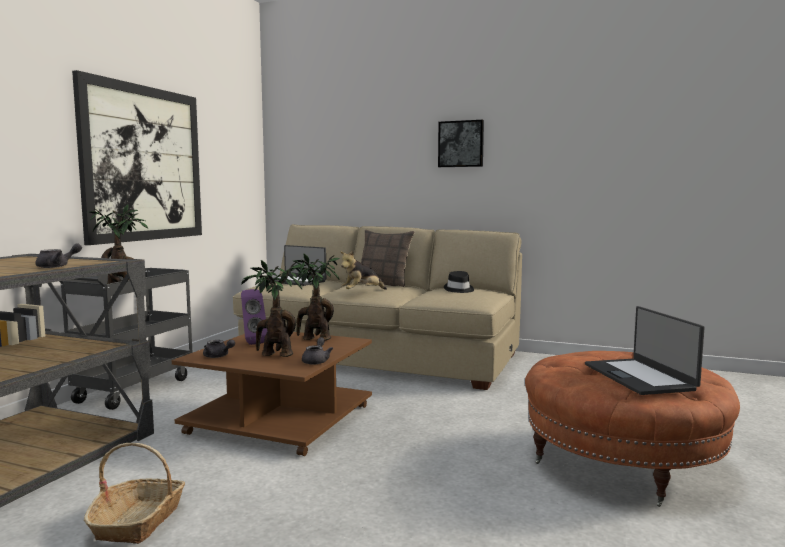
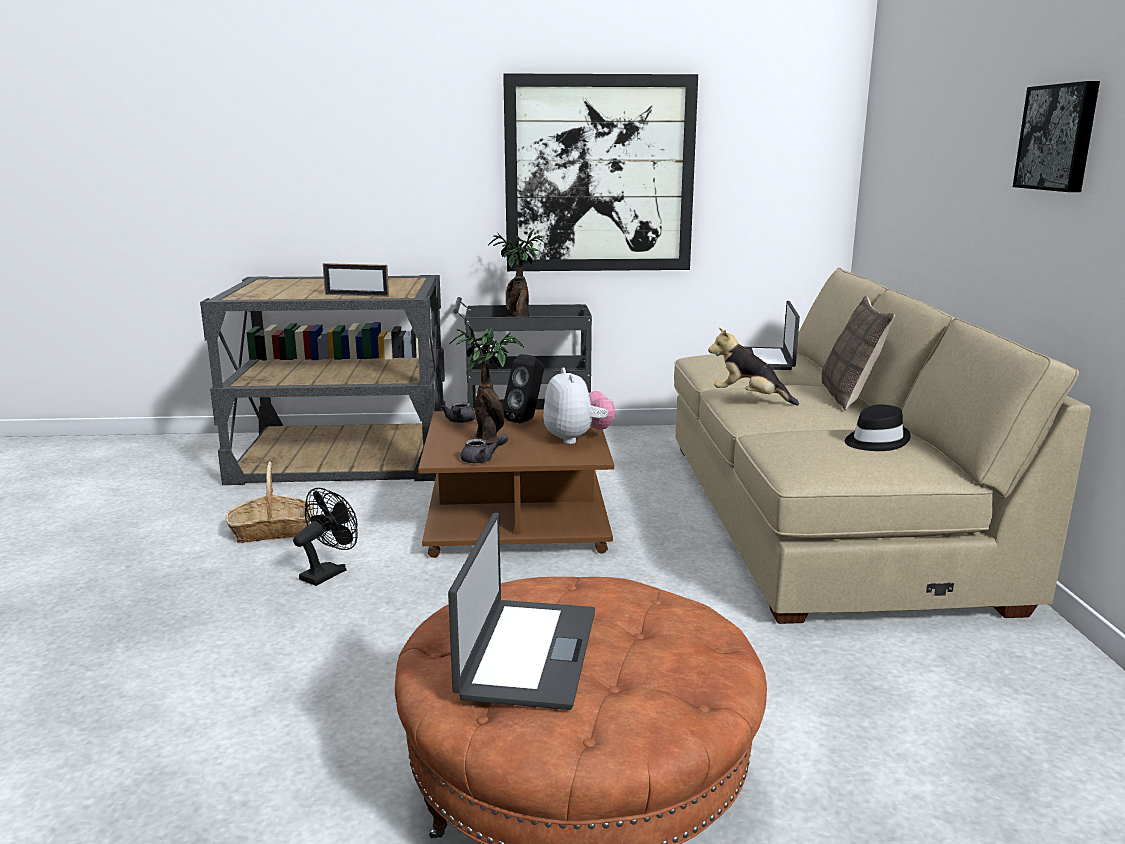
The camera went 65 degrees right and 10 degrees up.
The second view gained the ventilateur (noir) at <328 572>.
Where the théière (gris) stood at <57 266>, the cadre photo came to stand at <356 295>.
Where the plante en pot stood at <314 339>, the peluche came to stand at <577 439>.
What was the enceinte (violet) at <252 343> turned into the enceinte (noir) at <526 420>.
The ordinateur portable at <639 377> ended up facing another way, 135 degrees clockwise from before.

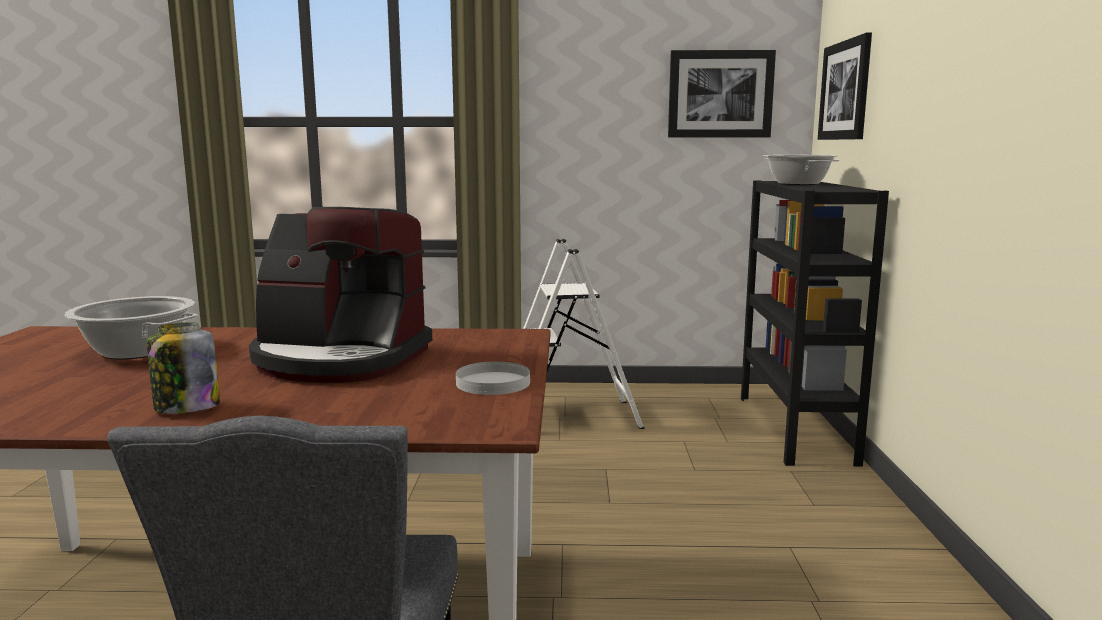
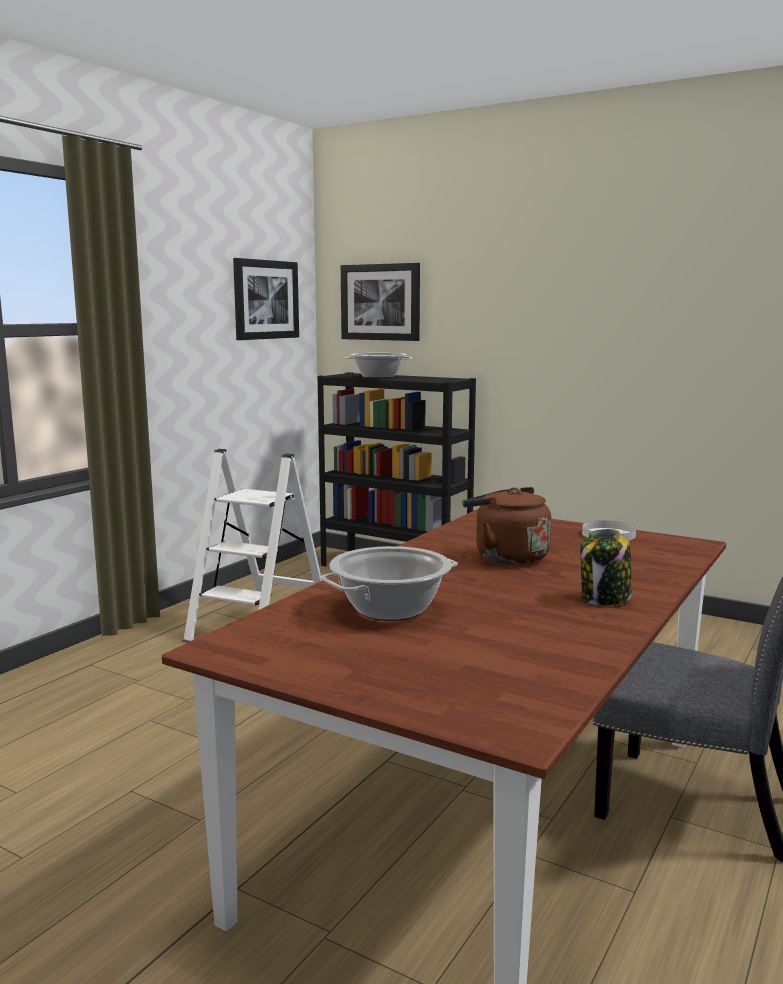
The camera went 60 degrees left and 0 degrees up.
Where the machine à café stood at <340 359>, the bouilloire (marron) came to stand at <506 557>.

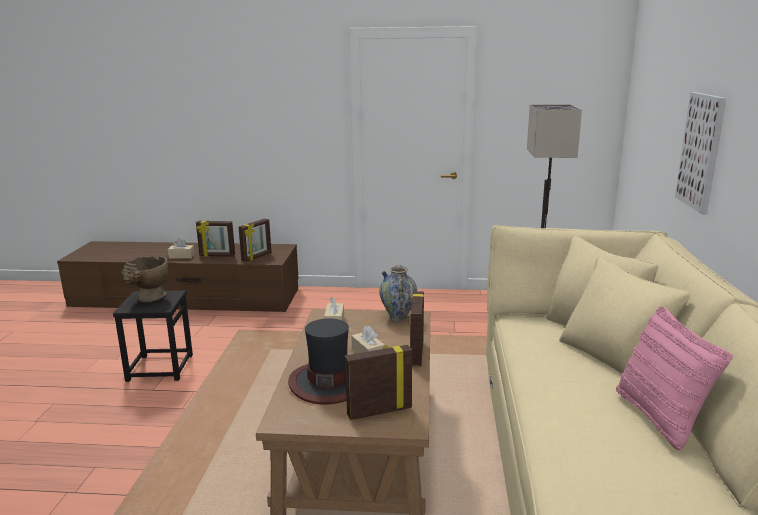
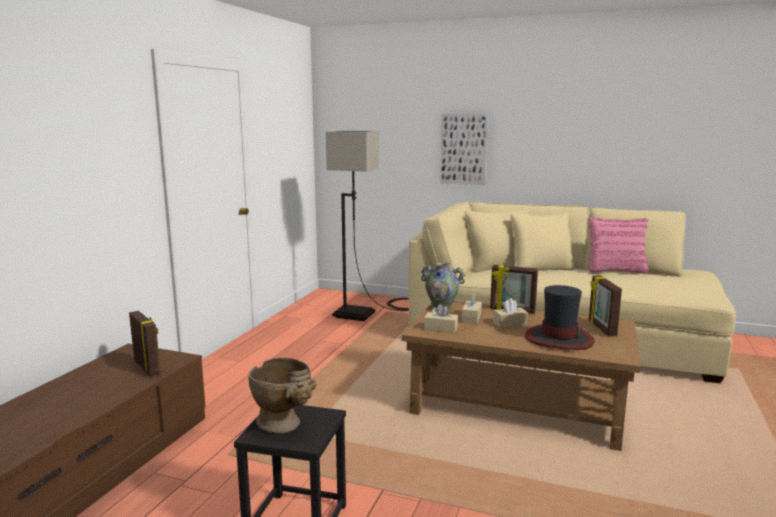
The camera went 75 degrees left and 5 degrees down.
The second view lost the cadre photo at <217 256>.
The boîte à mouchoirs (beige) ended up elsewhere, having gone from <181 256> to <471 317>.

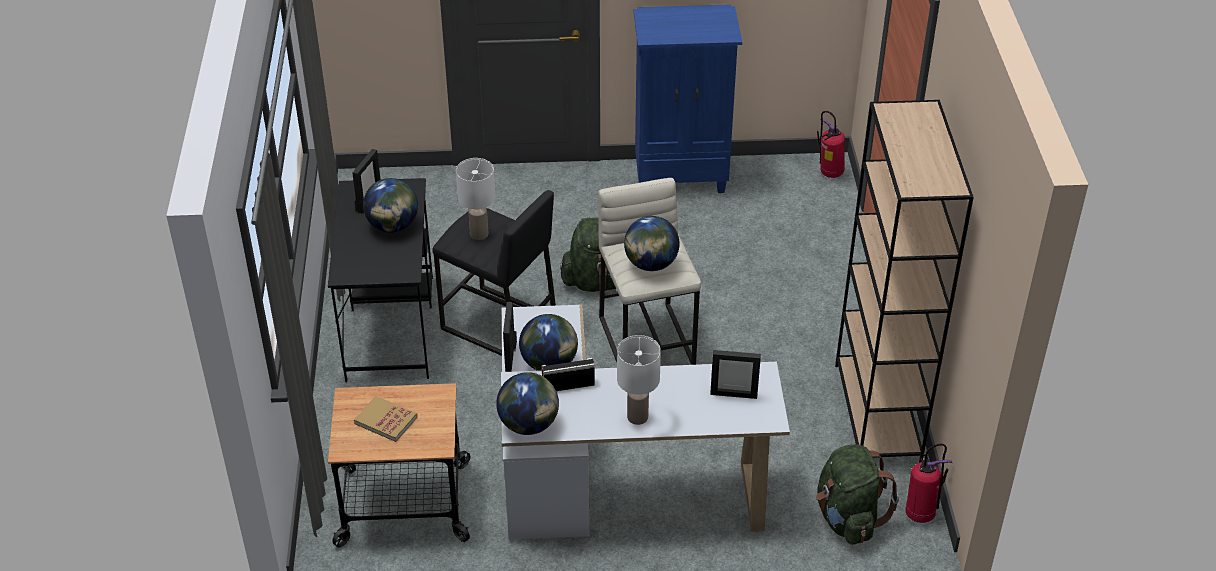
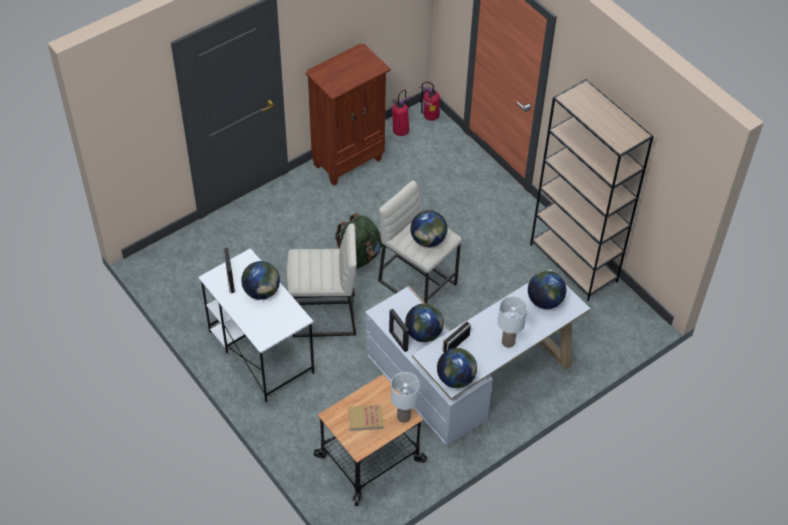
The camera went 35 degrees left and 10 degrees up.
The second view lost the sac à dos (vert) at <847 518>.
The lampe de table (blanc) ended up elsewhere, having gone from <478 234> to <403 417>.
The extincteur ended up elsewhere, having gone from <920 513> to <400 131>.
Where the cadre photo stood at <733 393>, the globe came to stand at <545 300>.
What was the bureau (noir) at <390 326> turned into the bureau (blanc) at <260 351>.
What was the tabouret (noir) at <499 323> turned into the tabouret (beige) at <324 315>.
What was the meuble de rangement (bleu) at <681 180> turned into the meuble de rangement (marron) at <348 163>.

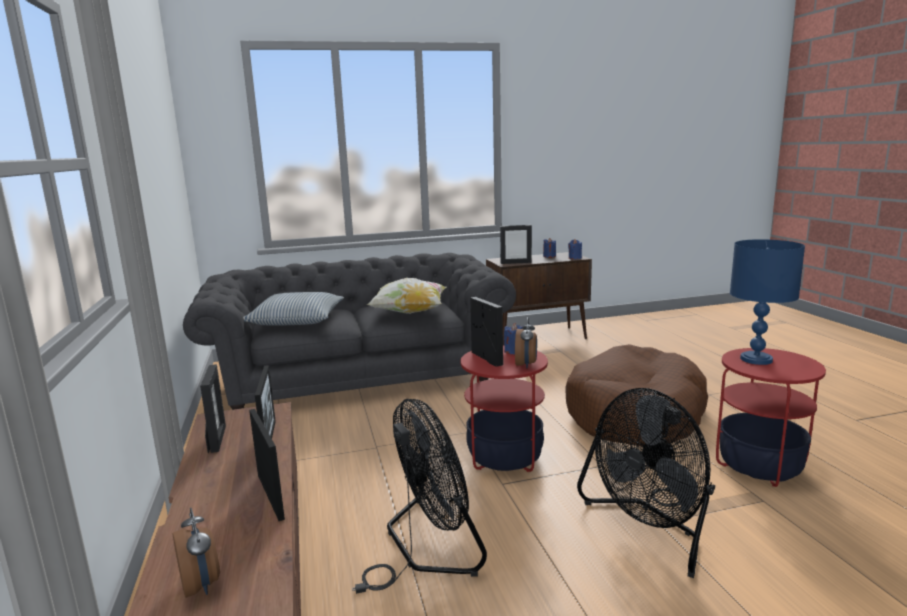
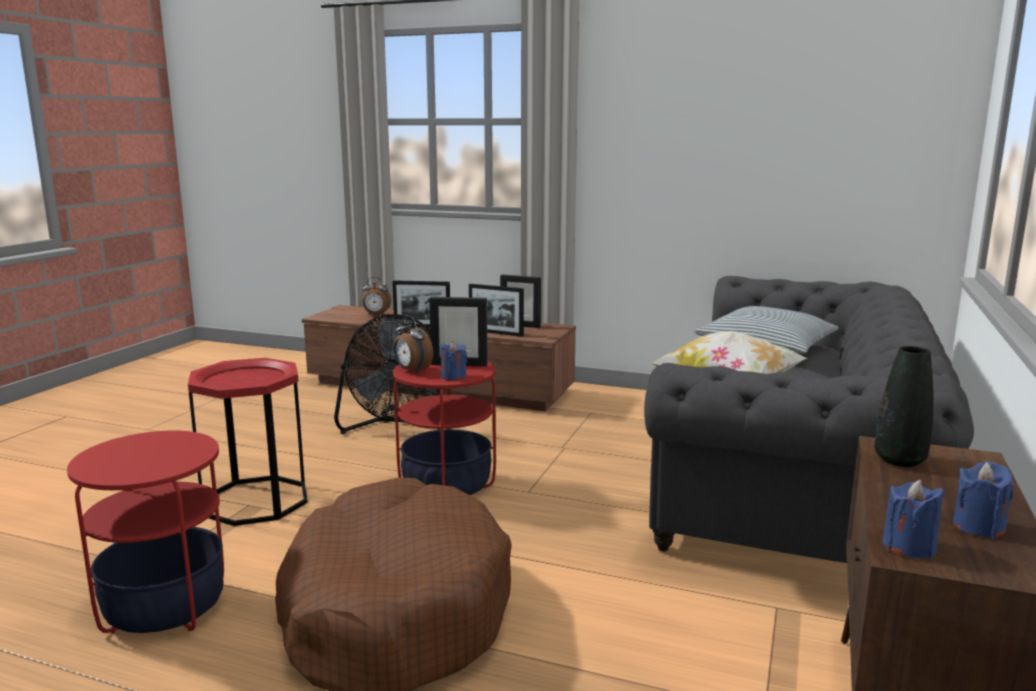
The camera went 125 degrees right and 0 degrees up.
The second view lost the lampe de table (bleu) at <757 359>.
Where the cadre photo stood at <515 262>, the vase (noir) came to stand at <899 460>.
Where the ventilateur (noir) stood at <649 524>, the table d'appoint (rouge) came to stand at <255 500>.

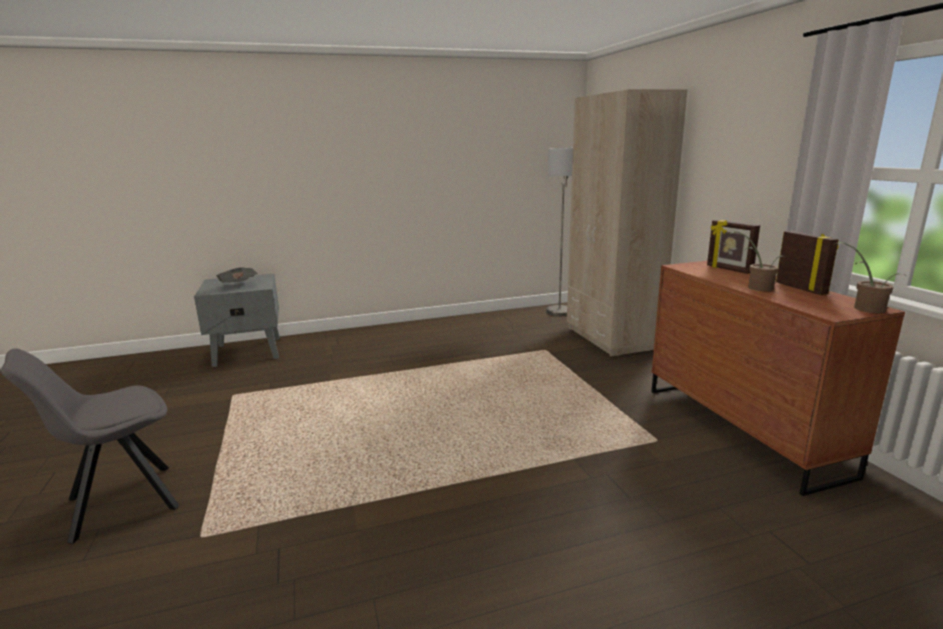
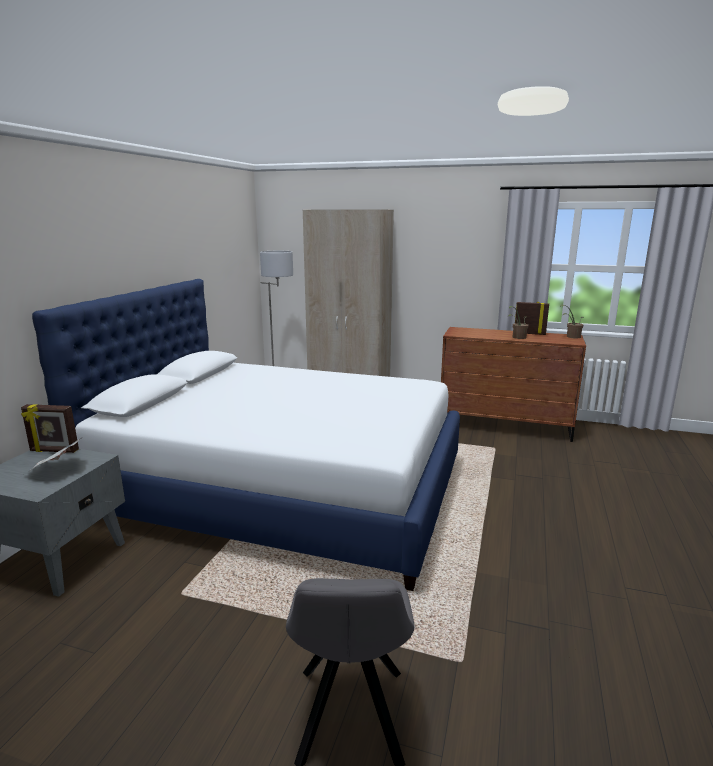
The camera went 55 degrees left and 0 degrees up.
The second view gained the lit (blanc) at <282 488>.
The cadre photo ended up elsewhere, having gone from <728 269> to <54 451>.

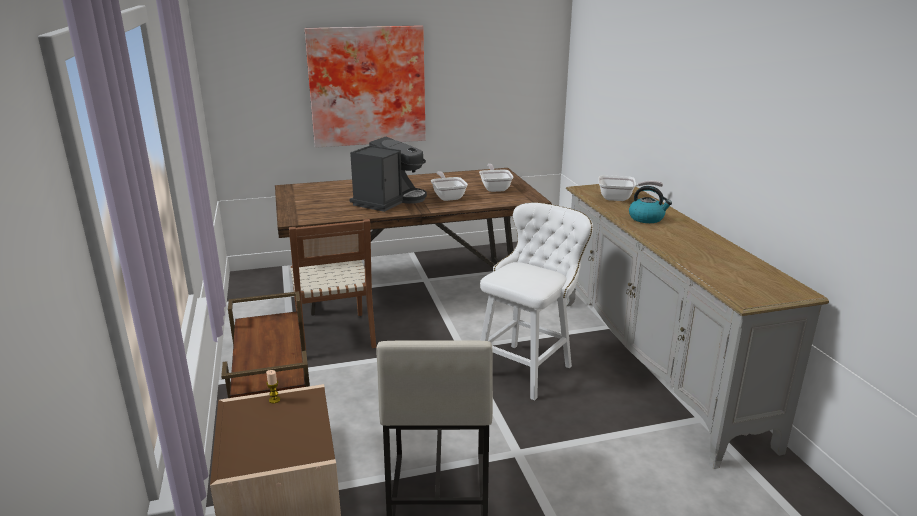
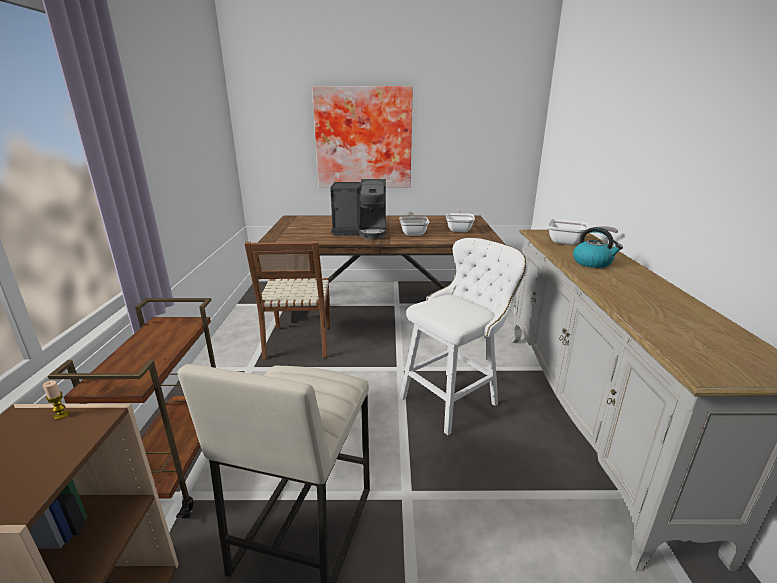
The camera went 15 degrees right and 0 degrees up.
The machine à café at <389 200> ended up facing another way, 45 degrees clockwise from before.

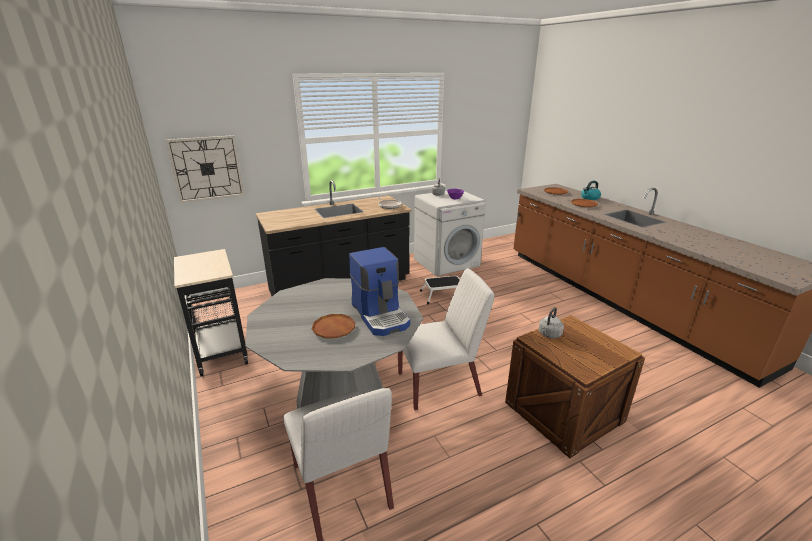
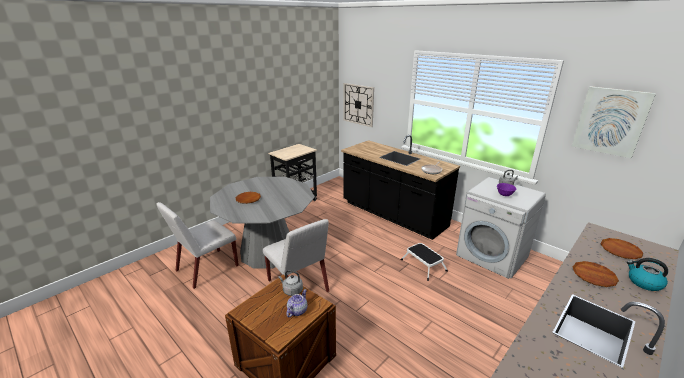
The camera went 70 degrees right and 0 degrees up.
The second view lost the machine à café at <381 315>.
The second view gained the théière at <297 310>.
The second view gained the tableau at <610 121>.

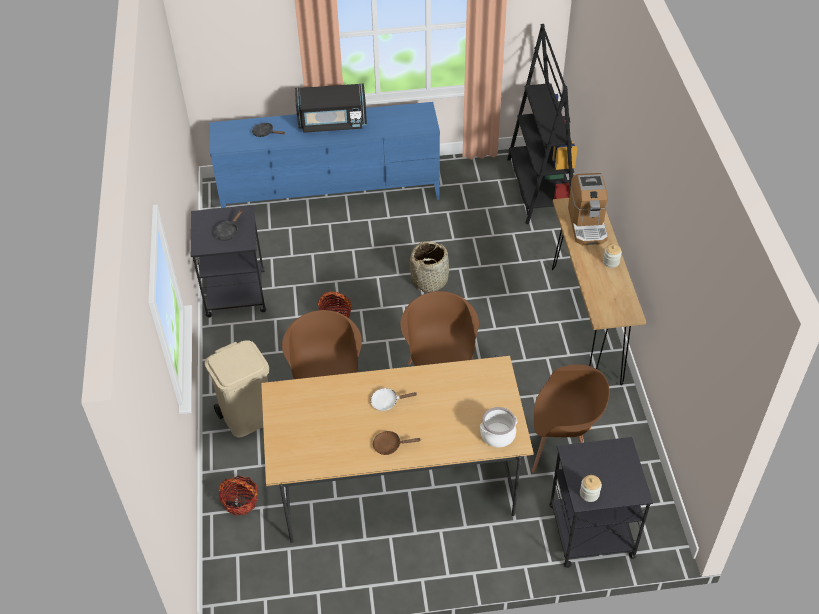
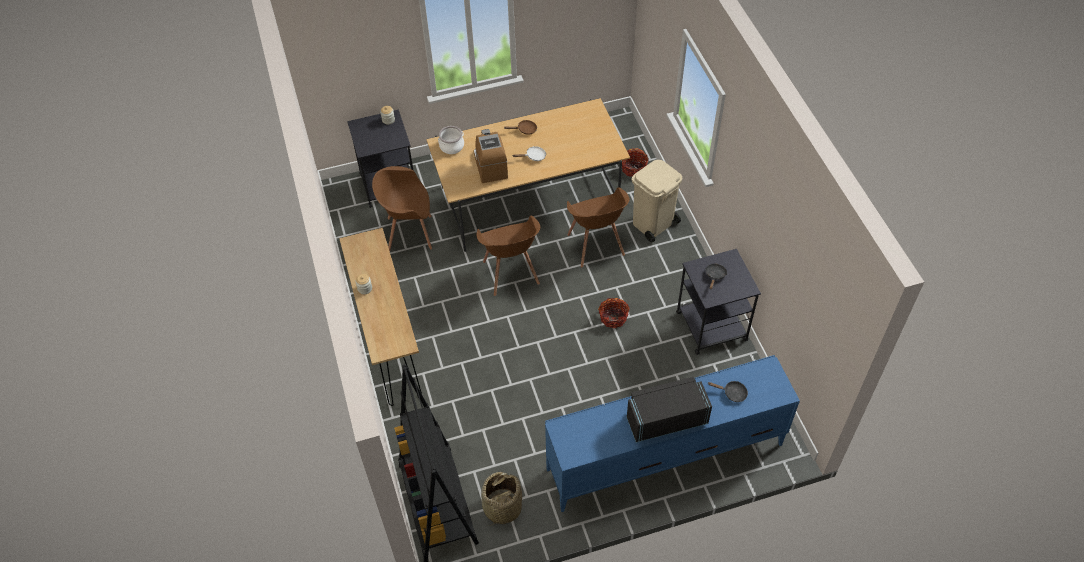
The camera went 170 degrees right and 5 degrees up.
The panier ended up elsewhere, having gone from <430 280> to <502 507>.
The machine à café ended up elsewhere, having gone from <587 224> to <490 165>.

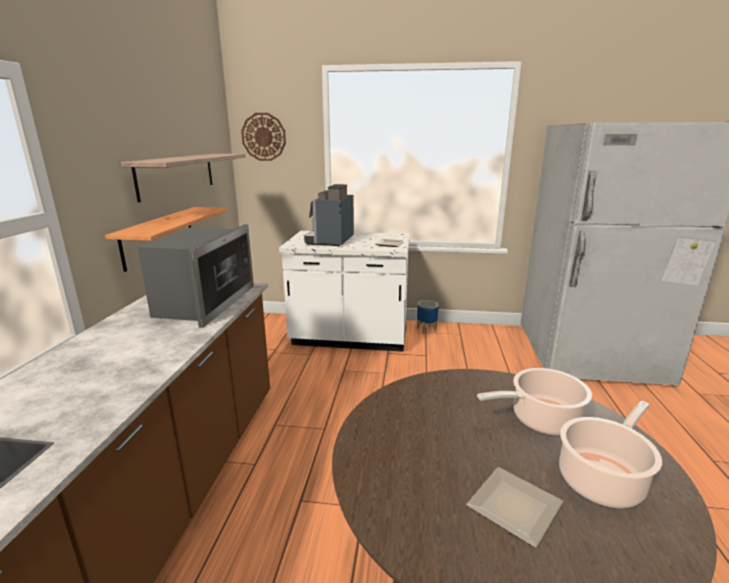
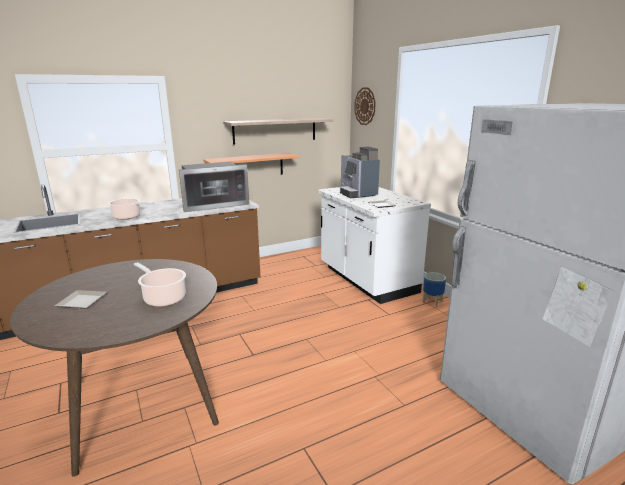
The camera went 55 degrees right and 0 degrees up.
The marmite ended up elsewhere, having gone from <602 479> to <128 217>.
The machine à café at <331 241> ended up facing another way, 90 degrees counterclockwise from before.

